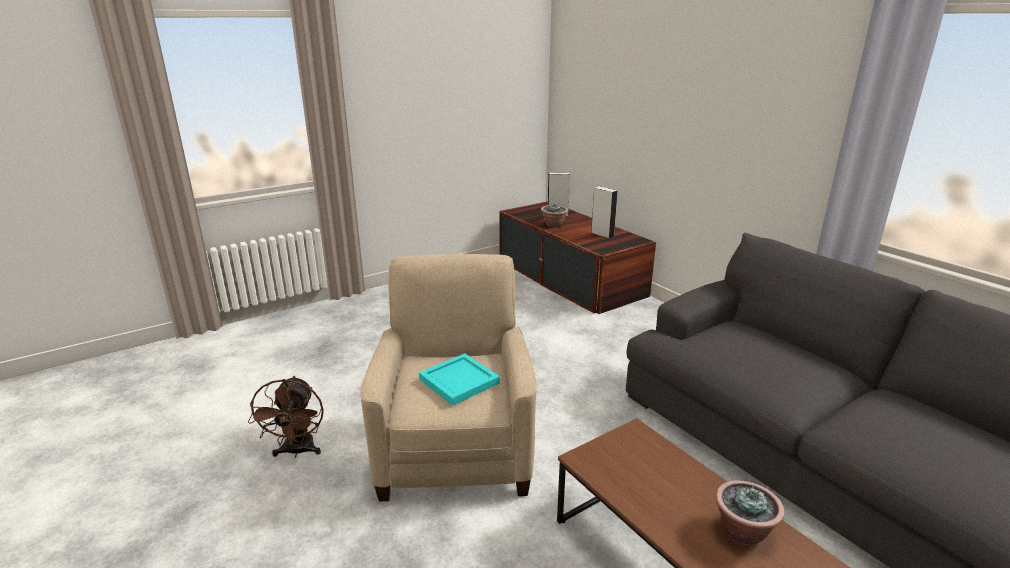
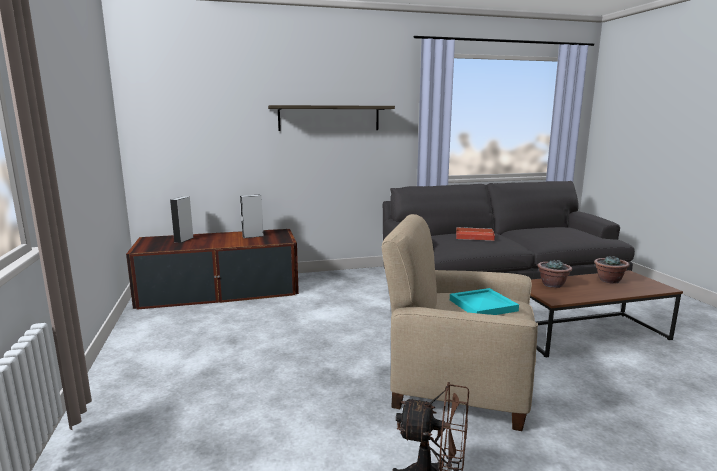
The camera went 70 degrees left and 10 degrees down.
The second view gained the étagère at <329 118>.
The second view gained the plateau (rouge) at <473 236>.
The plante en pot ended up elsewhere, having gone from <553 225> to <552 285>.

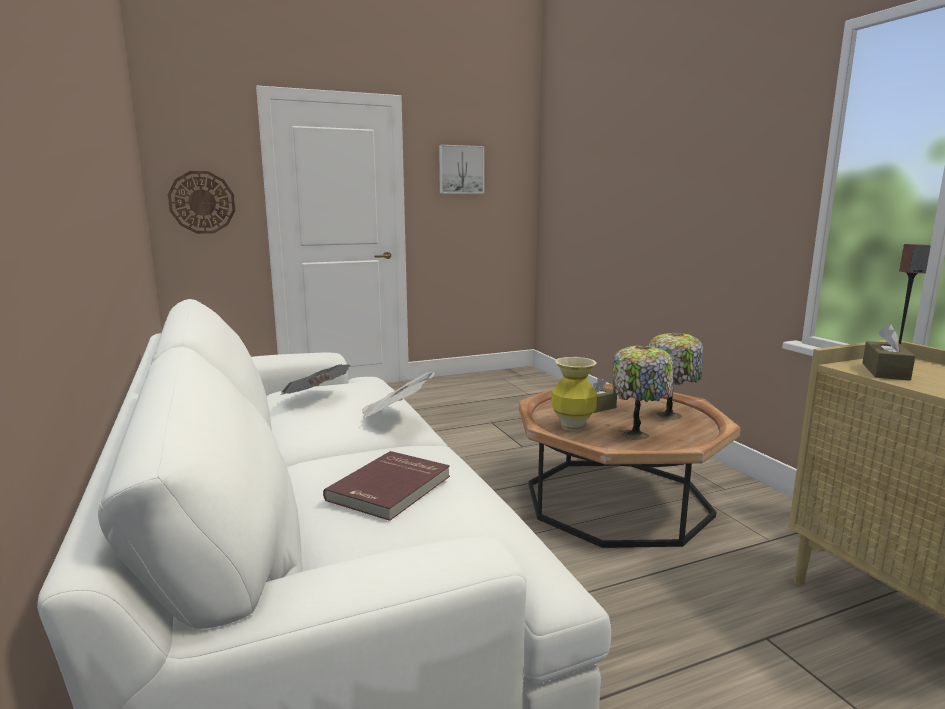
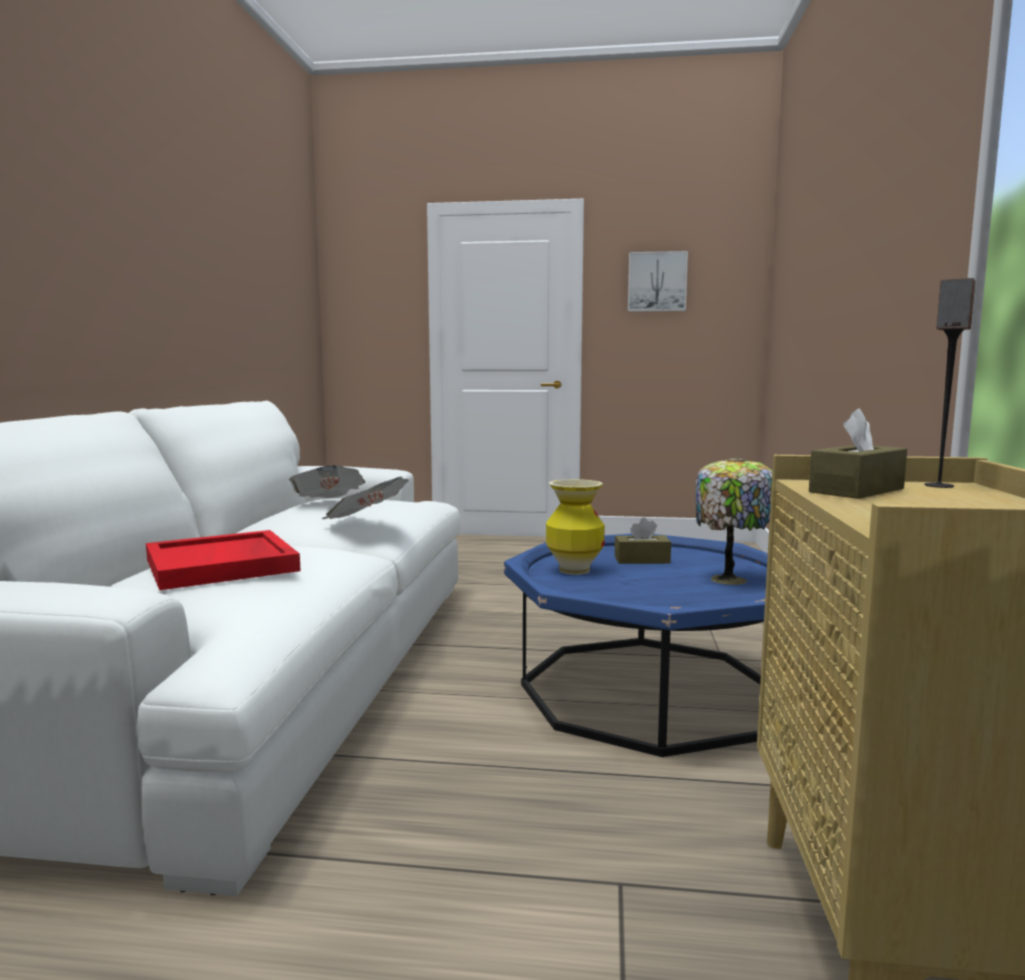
The camera went 30 degrees right and 5 degrees down.
The second view lost the horloge murale at <202 202>.
The second view lost the lampe de table at <637 434>.
Where the livre (rouge) stood at <391 488>, the plateau (rouge) came to stand at <223 565>.
What was the table basse (marron) at <617 500> turned into the table basse (bleu) at <649 690>.

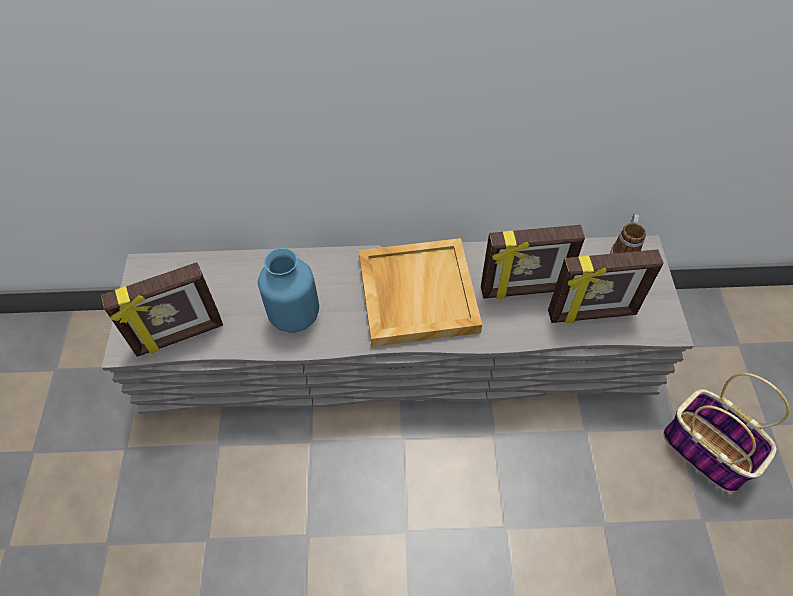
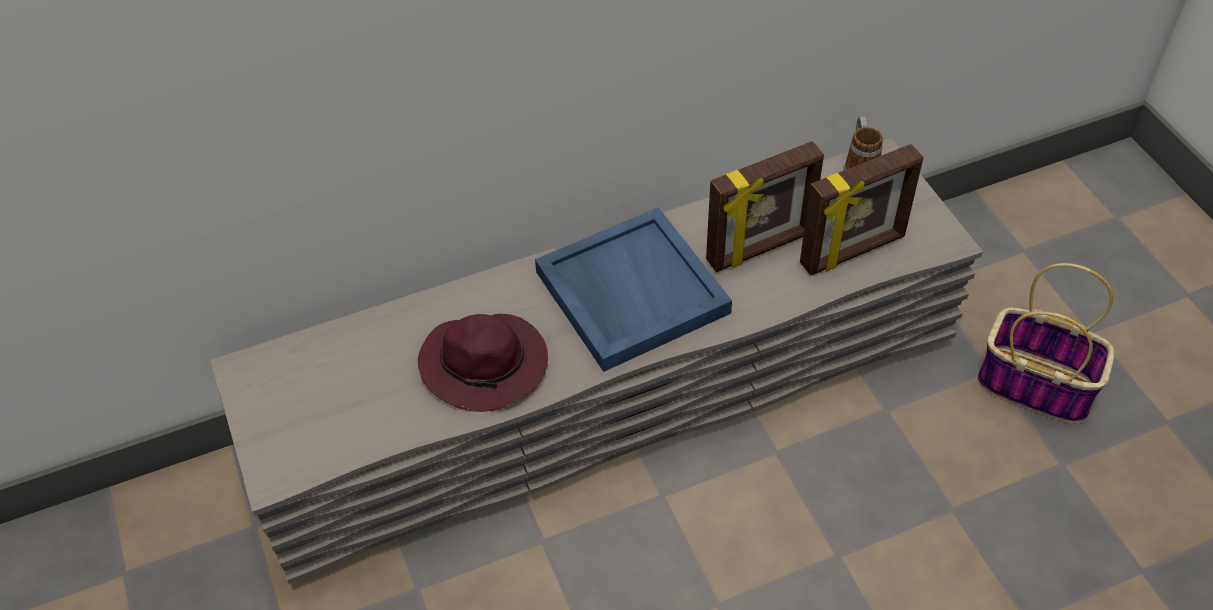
The camera went 20 degrees left and 5 degrees down.
The second view lost the cadre photo at <179 336>.
Where the vase (bleu) stood at <295 315>, the chapeau (violet) came to stand at <486 365>.
What was the plateau (beige) at <416 293> turned into the plateau (bleu) at <630 292>.

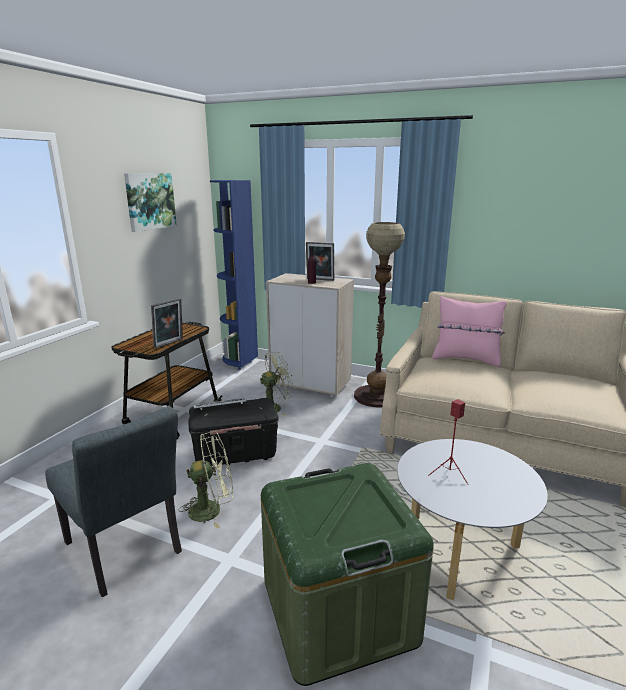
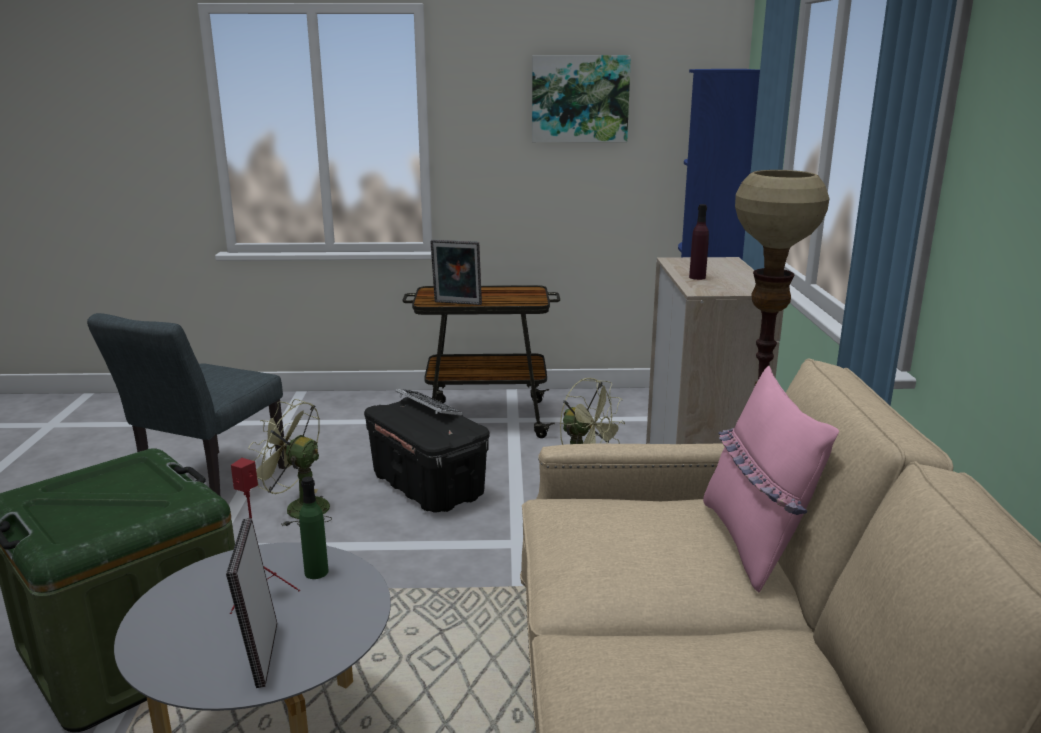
The camera went 65 degrees right and 0 degrees up.
The second view gained the bouteille (vert) at <316 572>.
The cadre photo ended up elsewhere, having gone from <320 280> to <260 655>.
The ventilateur (vert) at <212 509> ended up facing another way, 150 degrees clockwise from before.

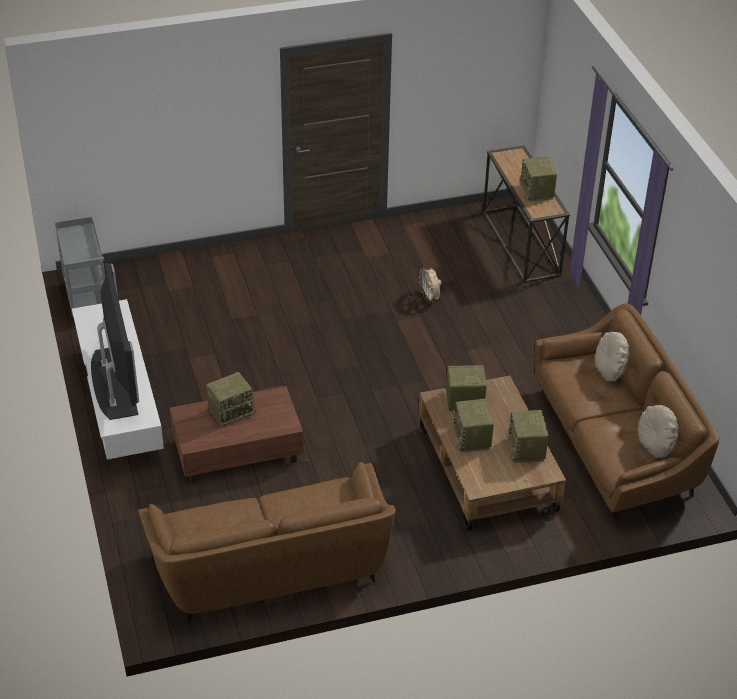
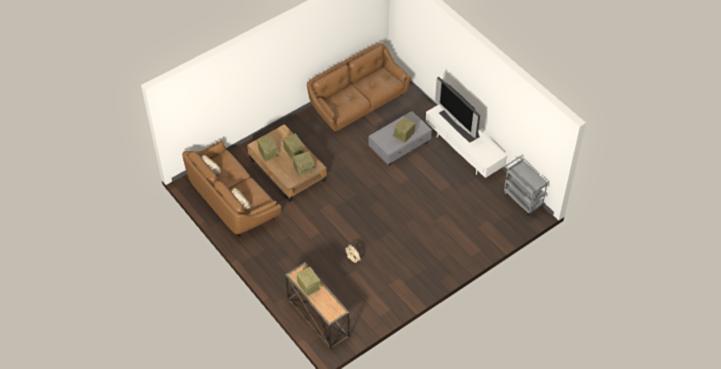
The camera went 160 degrees right and 10 degrees up.
What was the table basse (marron) at <236 451> turned into the table basse (gris) at <400 145>.

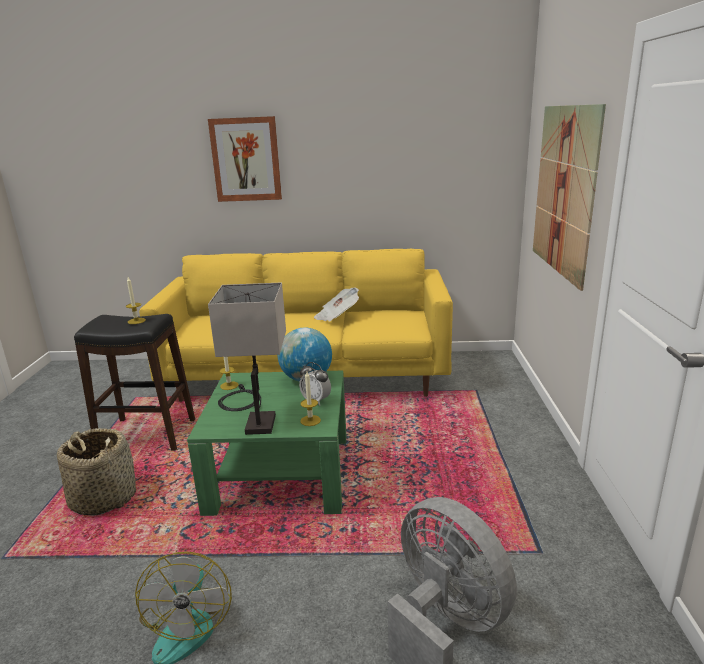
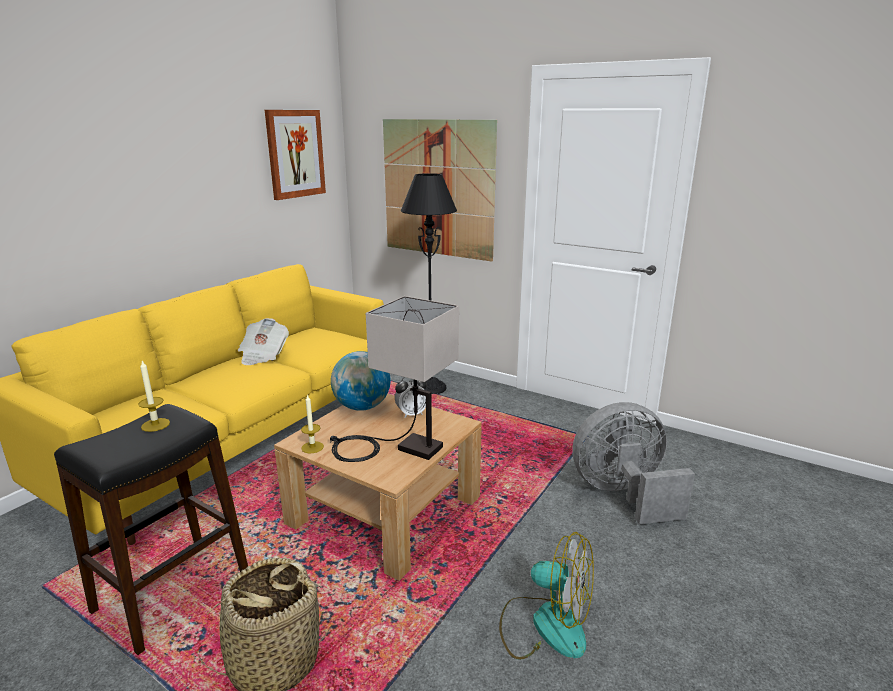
The camera went 60 degrees left and 0 degrees up.
The second view lost the bougie at <310 420>.
The second view gained the lampadaire (noir) at <431 387>.
The tableau ended up elsewhere, having gone from <246 159> to <295 154>.
What was the table basse (vert) at <280 472> turned into the table basse (marron) at <385 510>.

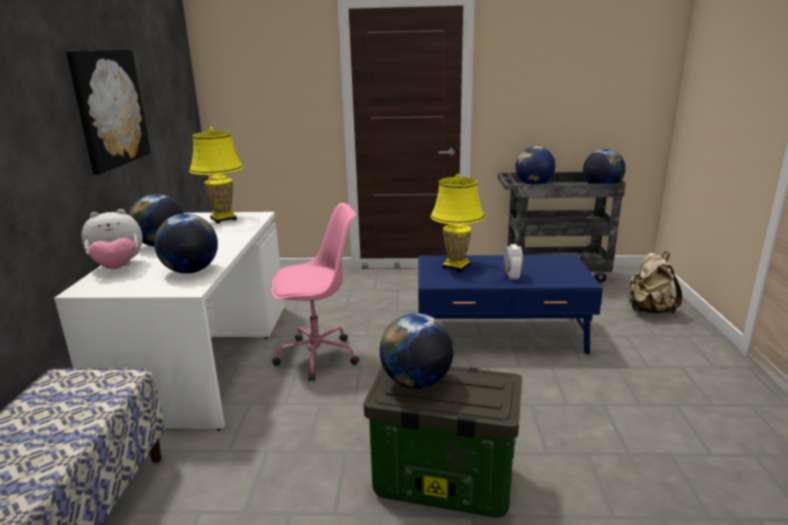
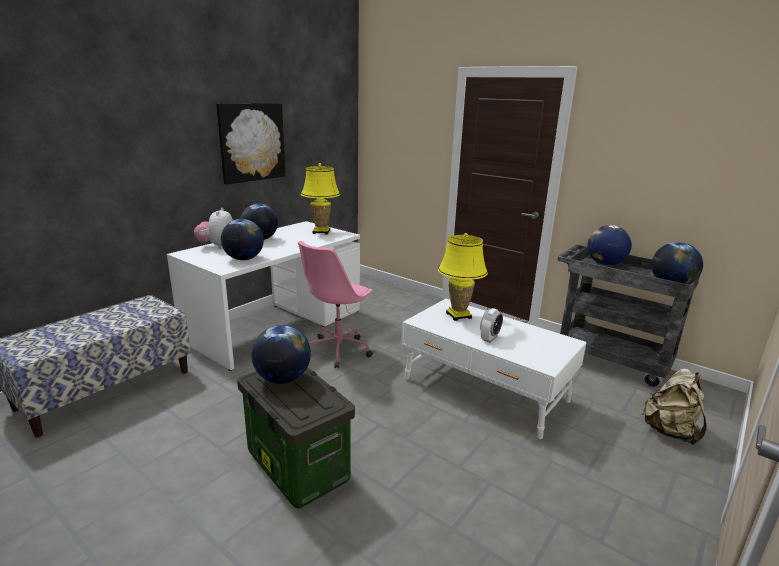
The camera went 35 degrees right and 0 degrees up.
What was the table basse (bleu) at <500 334> turned into the table basse (blanc) at <485 390>.
The peluche at <118 268> ended up facing another way, 75 degrees clockwise from before.
The chaise de bureau (rose) at <319 357> ended up facing another way, 105 degrees clockwise from before.

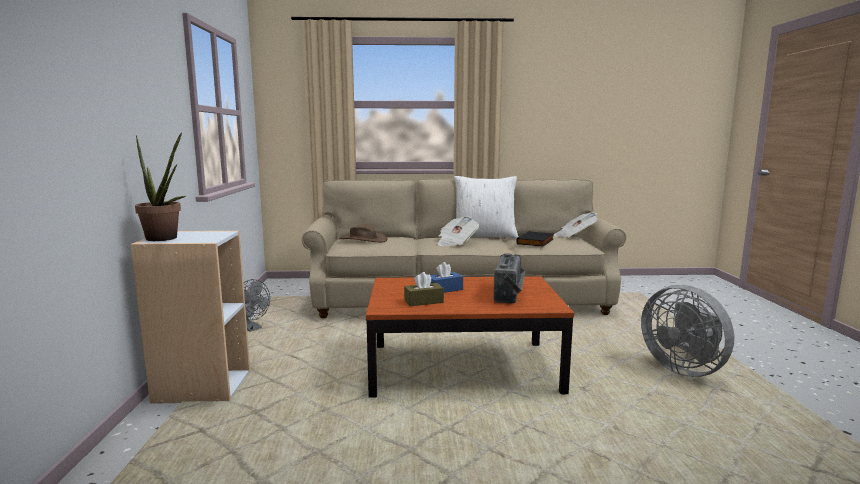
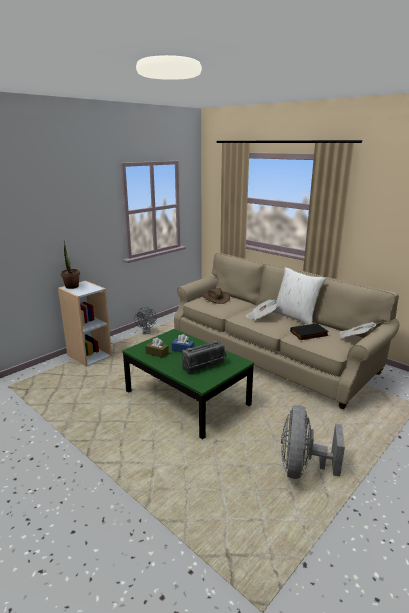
The camera went 45 degrees right and 10 degrees up.
What was the table basse (marron) at <463 368> turned into the table basse (vert) at <187 398>.

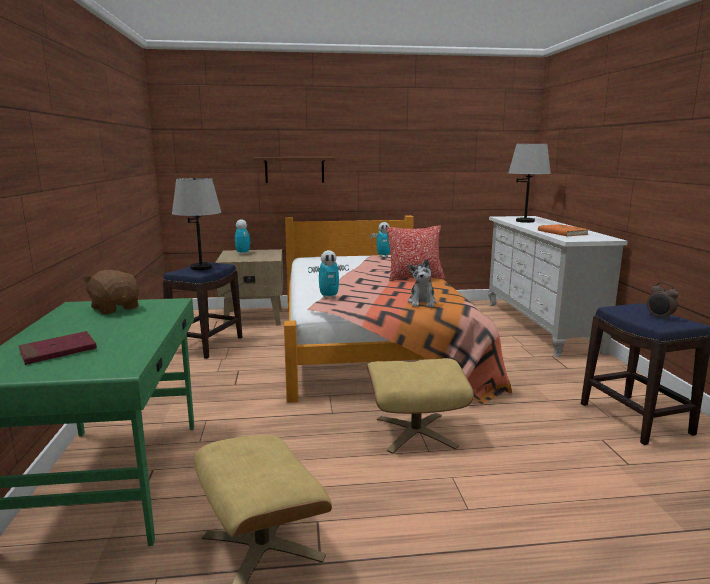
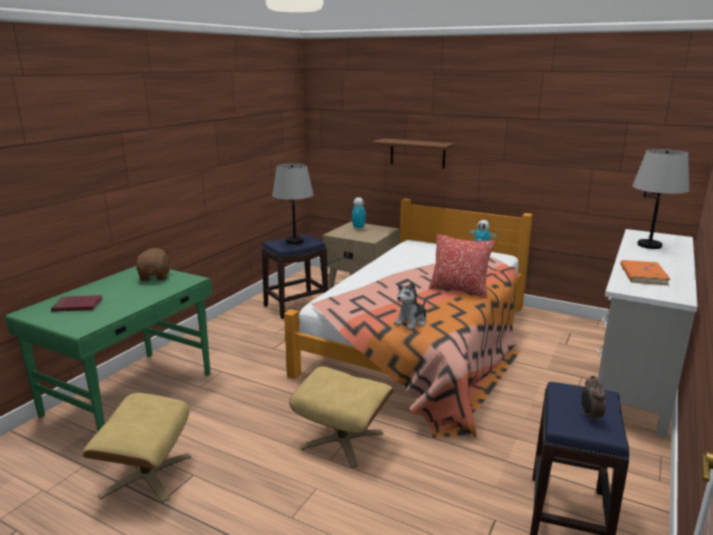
The camera went 35 degrees right and 5 degrees up.
The second view lost the robot jouet at <329 297>.

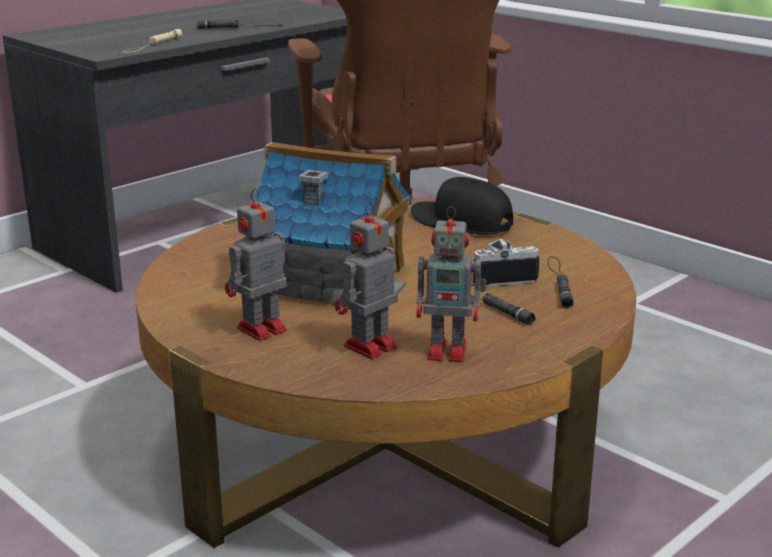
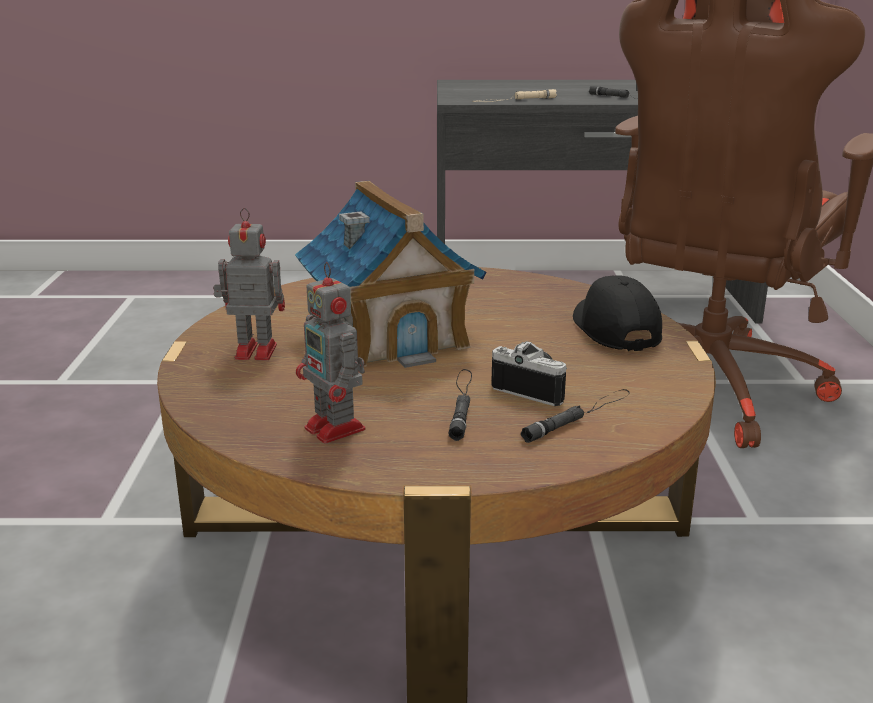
The camera went 45 degrees right and 0 degrees up.
The second view lost the robot jouet at <368 347>.

